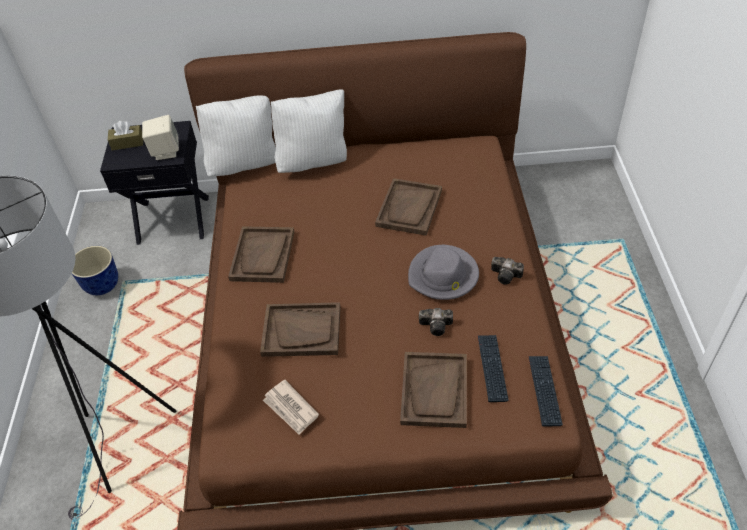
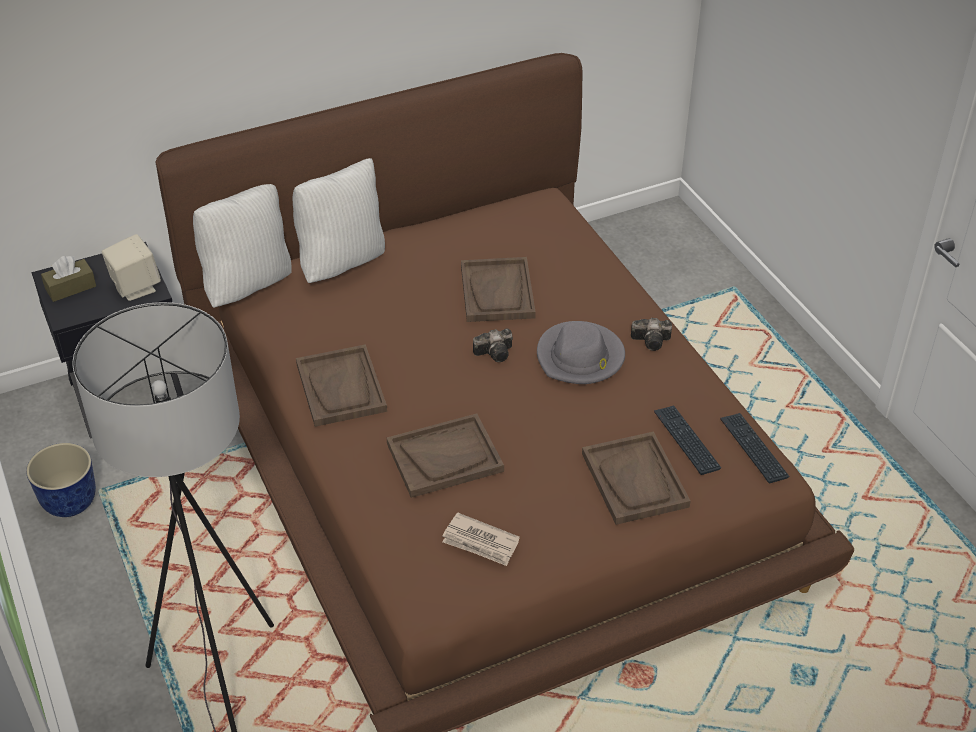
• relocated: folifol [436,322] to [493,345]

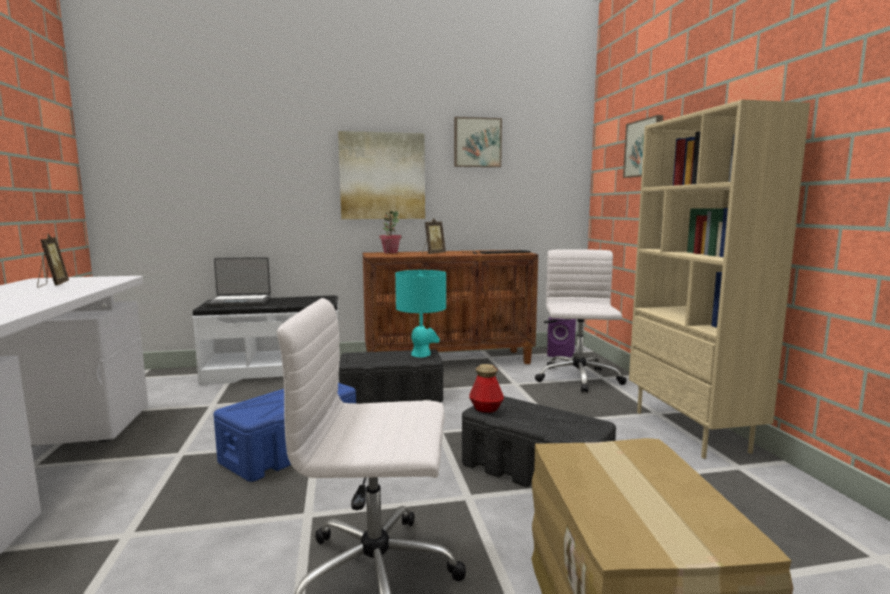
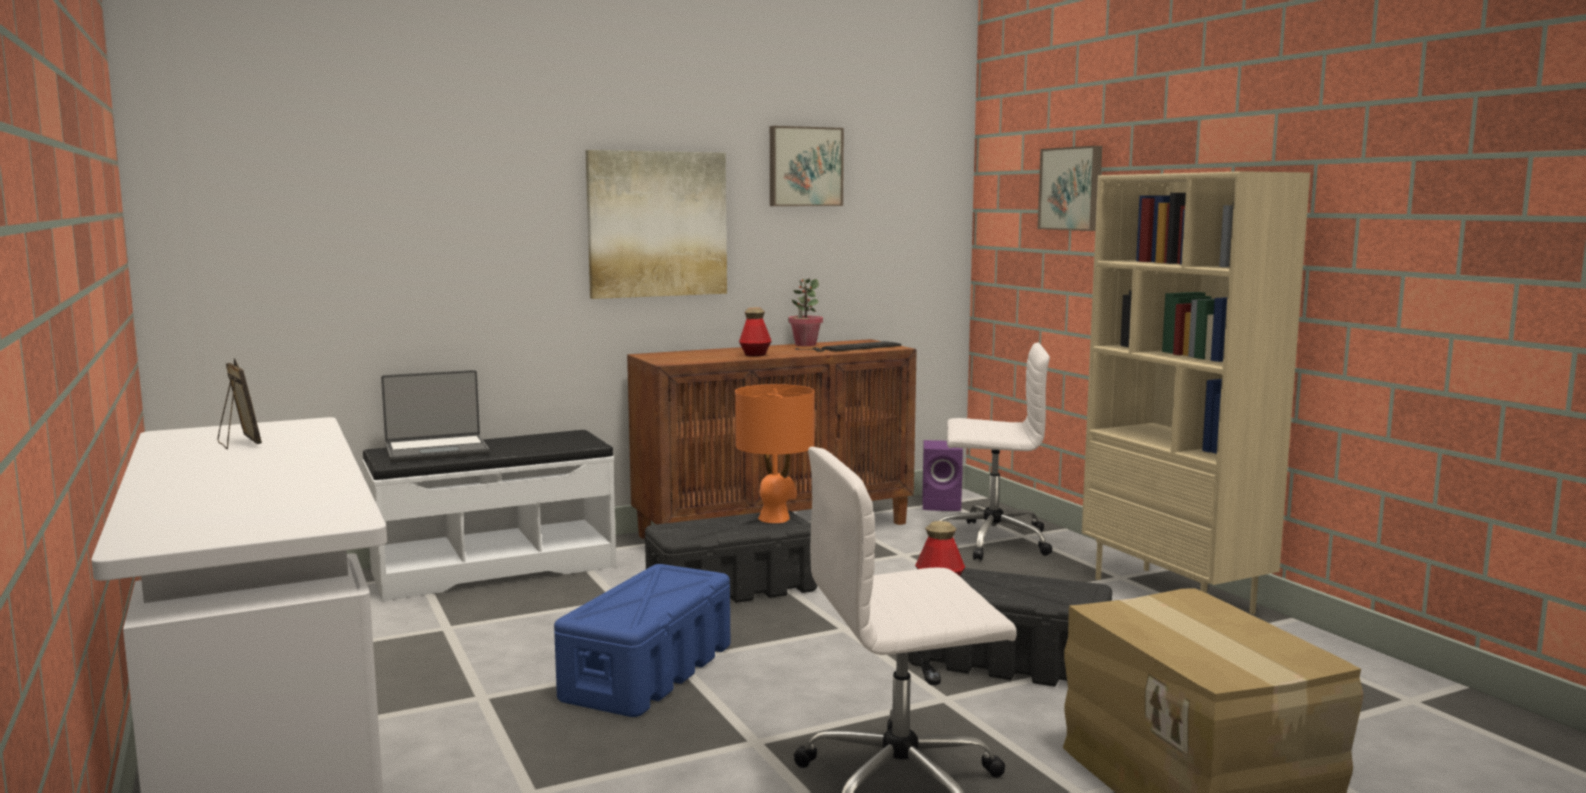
• colour: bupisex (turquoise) [420,313] to bupisex (orange) [775,453]
• exchanged: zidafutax [434,236] to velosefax [755,332]
• relocated: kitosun [390,232] to [805,312]
• spun: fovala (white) [581,321] = [996,452] 105 degrees clockwise

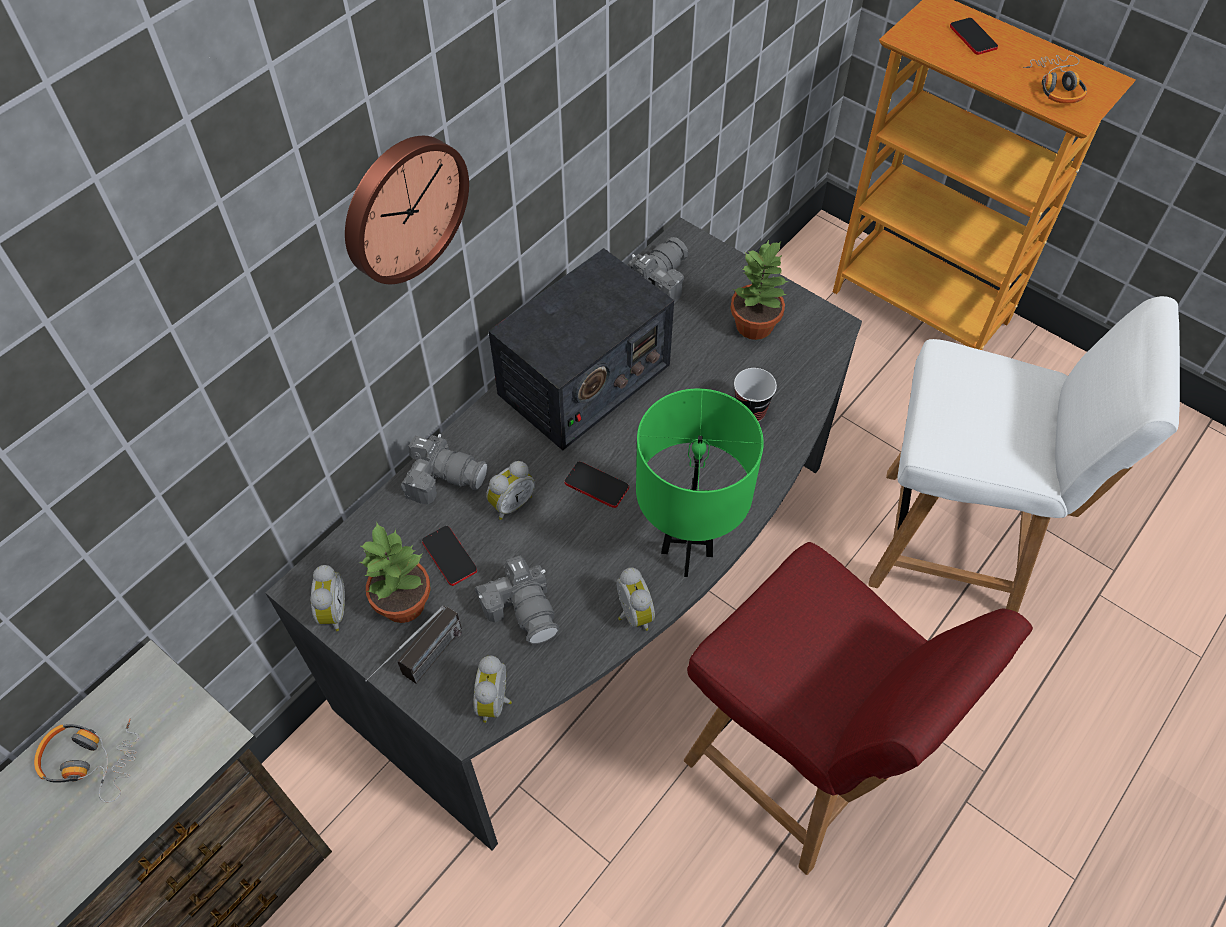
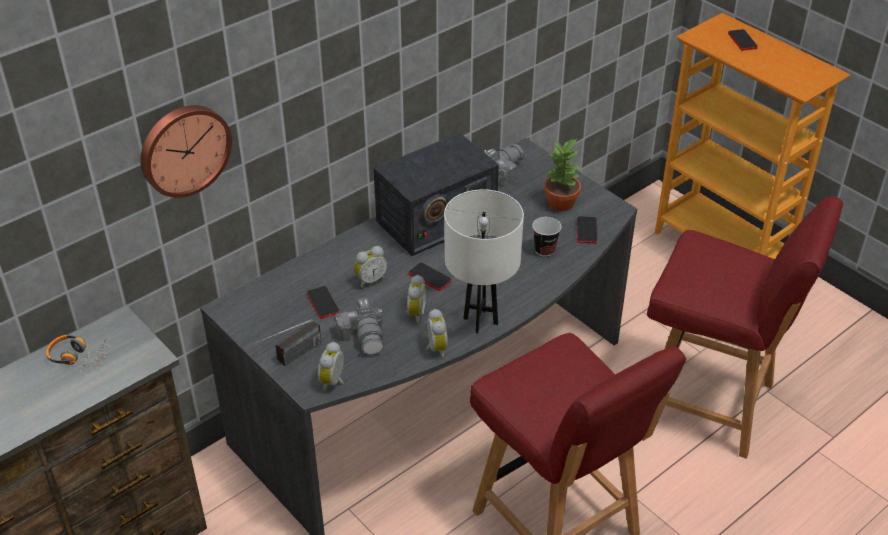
• relocated: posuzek [407,210] to [186,151]
• relocated: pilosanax [327,598] to [415,299]
• colour: bupisex (green) [700,483] to bupisex (white) [484,261]
• appeared: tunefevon [587,230]
• colour: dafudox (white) [1024,454] to dafudox (red) [745,327]
• missing: kitosun [395,572]
• missing: folifol [444,469]
• missing: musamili [1055,79]

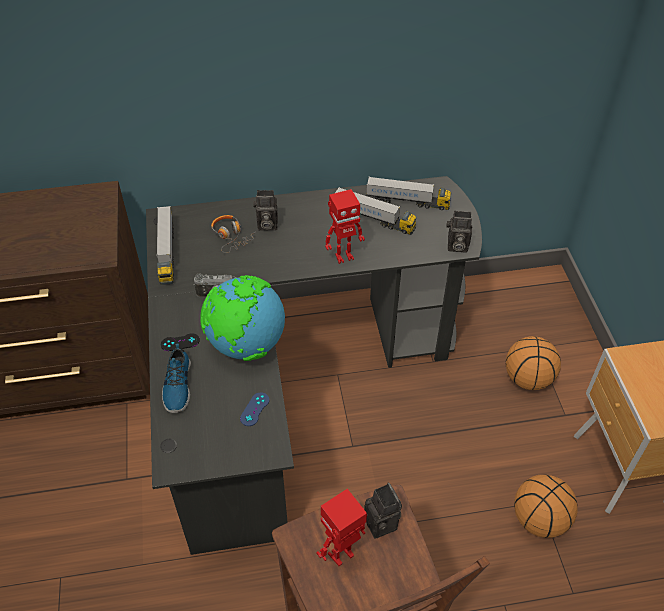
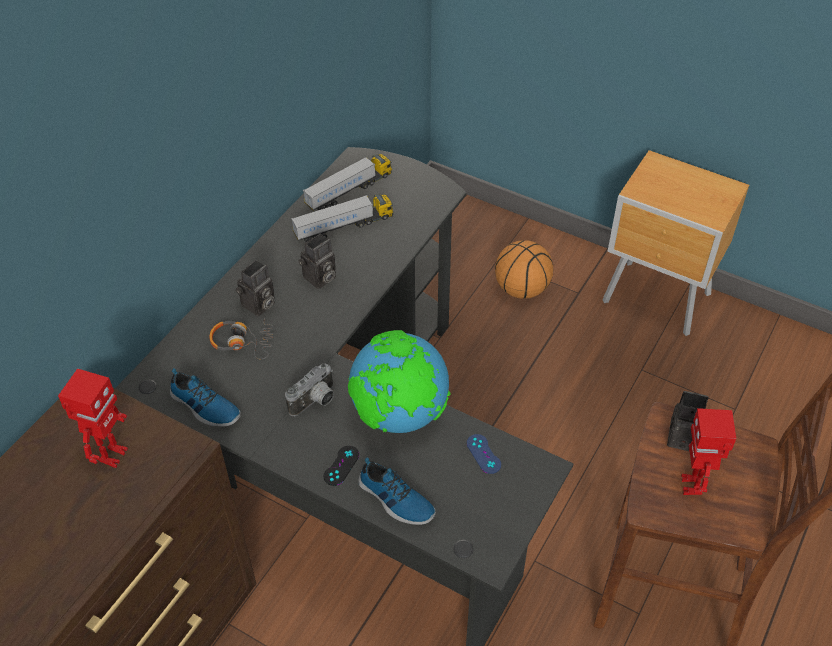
• relocated: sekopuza [345,226] to [93,418]
• exchanged: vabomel [165,245] to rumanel [205,397]
• relocated: folifol [459,232] to [317,261]
• missing: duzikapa [546,506]

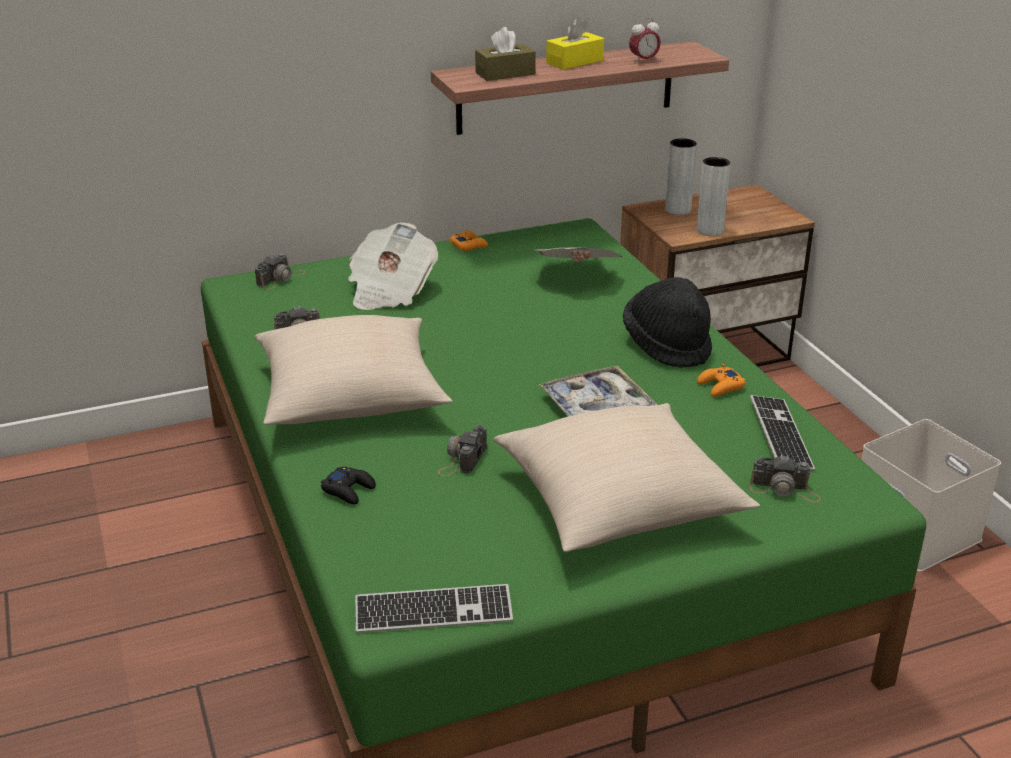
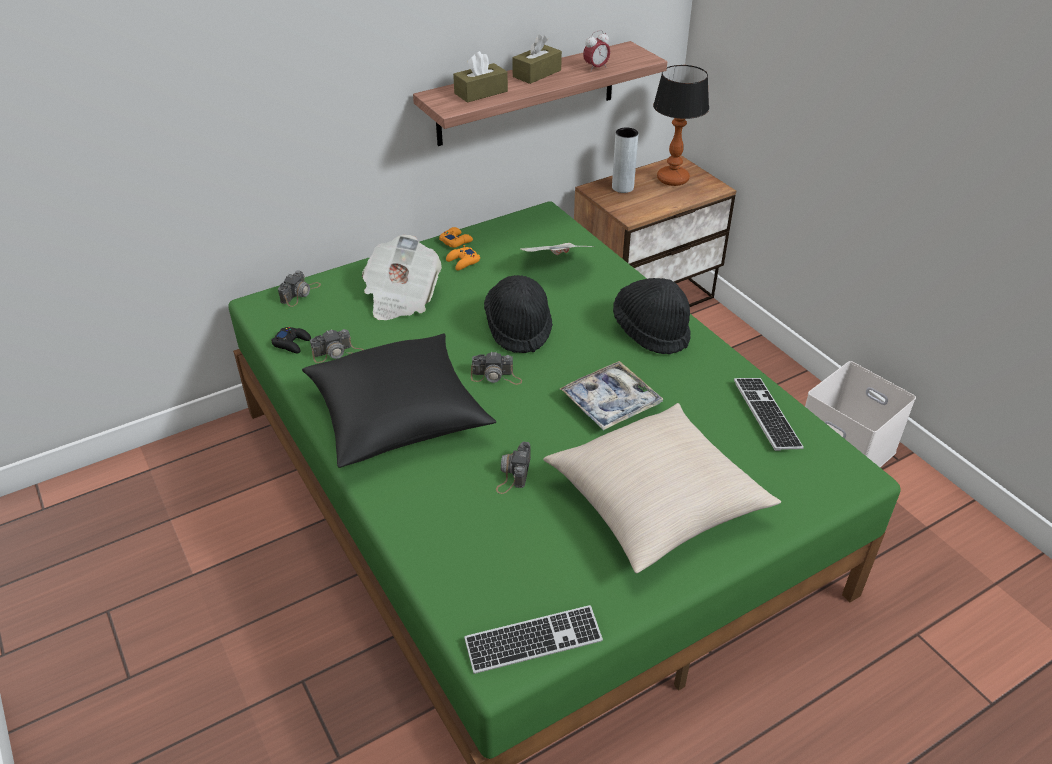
• relocated: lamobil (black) [348,485] to [291,340]
• colour: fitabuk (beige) [353,370] to fitabuk (black) [399,401]
• relocated: lamobil (orange) [721,380] to [463,258]
• relocated: folifol [785,478] to [496,368]
• appeared: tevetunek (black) [518,314]
• colour: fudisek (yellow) [575,43] to fudisek (brown) [537,59]
• appeared: bupisex [681,125]
• missing: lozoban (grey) [714,196]

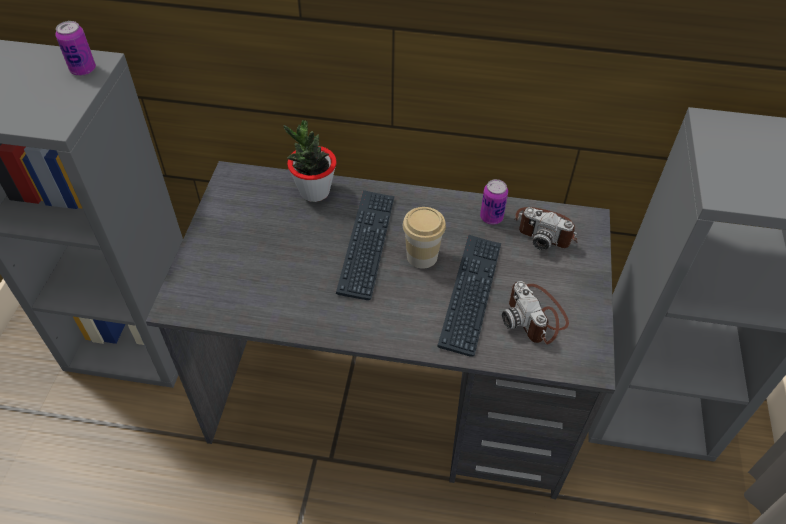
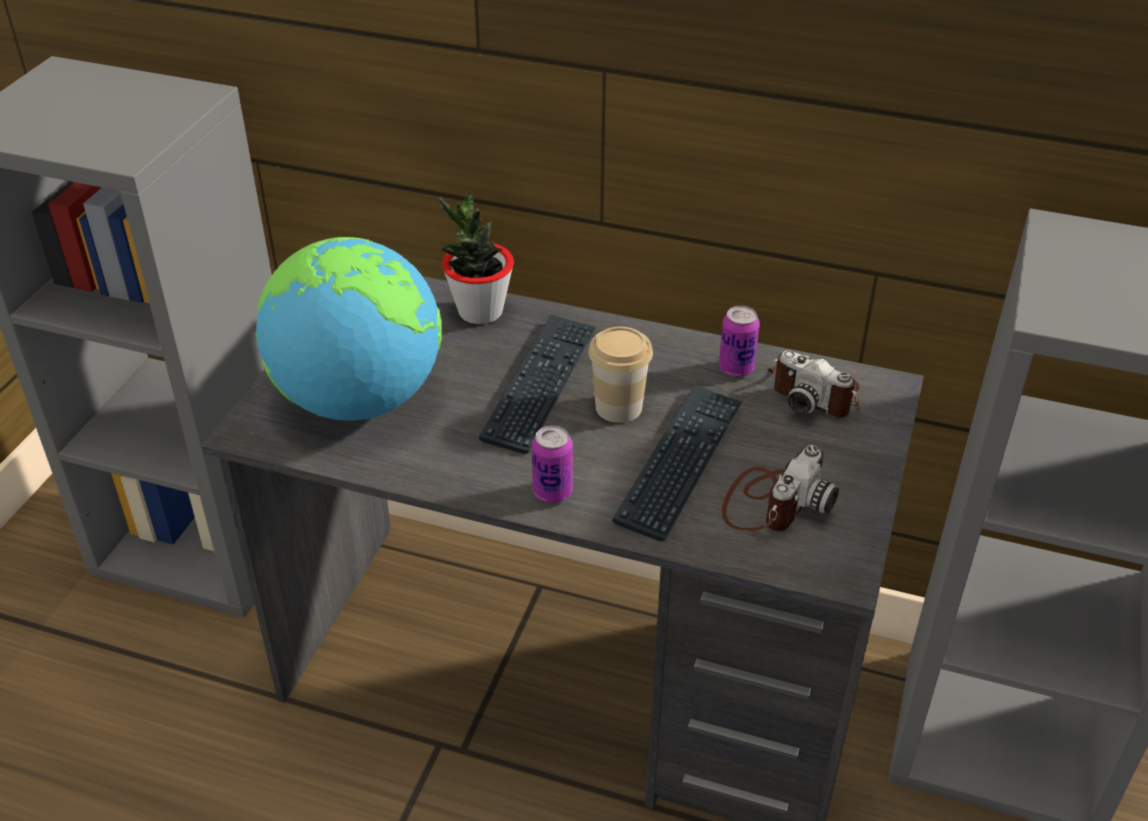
• appeared: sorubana [349,329]
• relocated: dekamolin [75,48] to [552,464]
• spun: folifol [535,313] = [780,488] 135 degrees counterclockwise

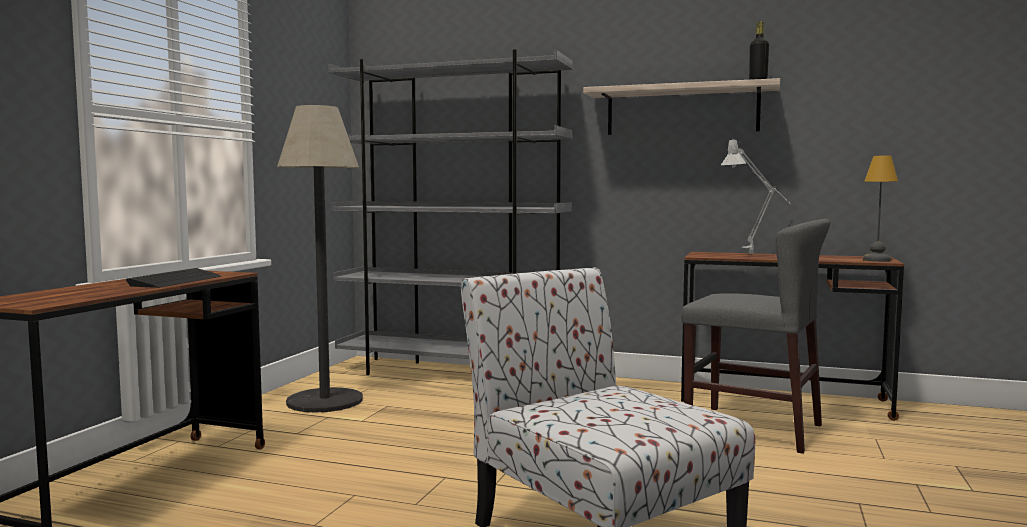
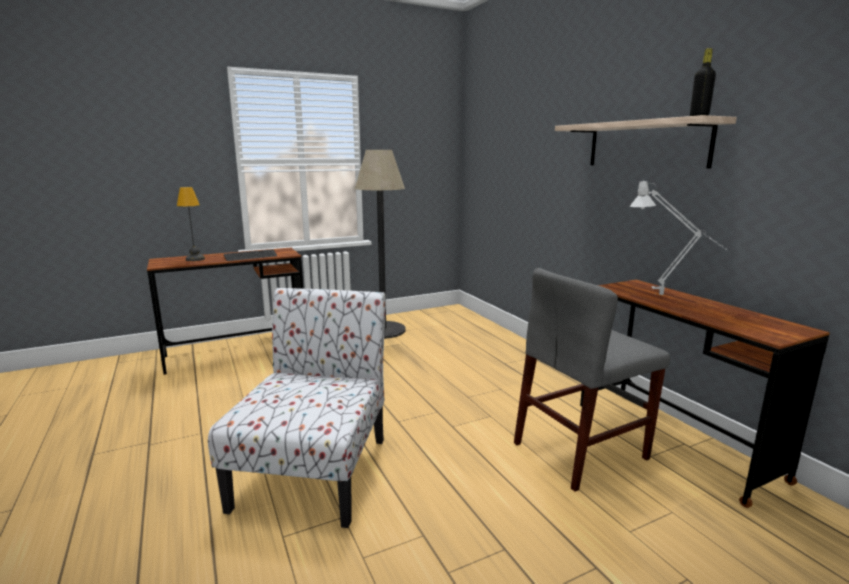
• relocated: bupisex [880,209] to [191,224]
• spun: dafudox (grey) [755,336] = [592,380] 75 degrees clockwise
• missing: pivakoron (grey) [450,212]

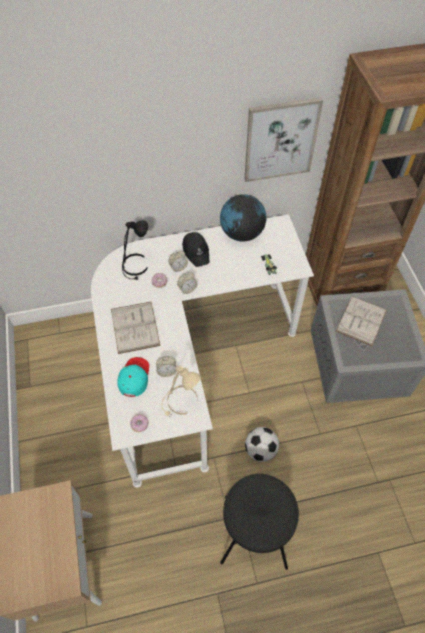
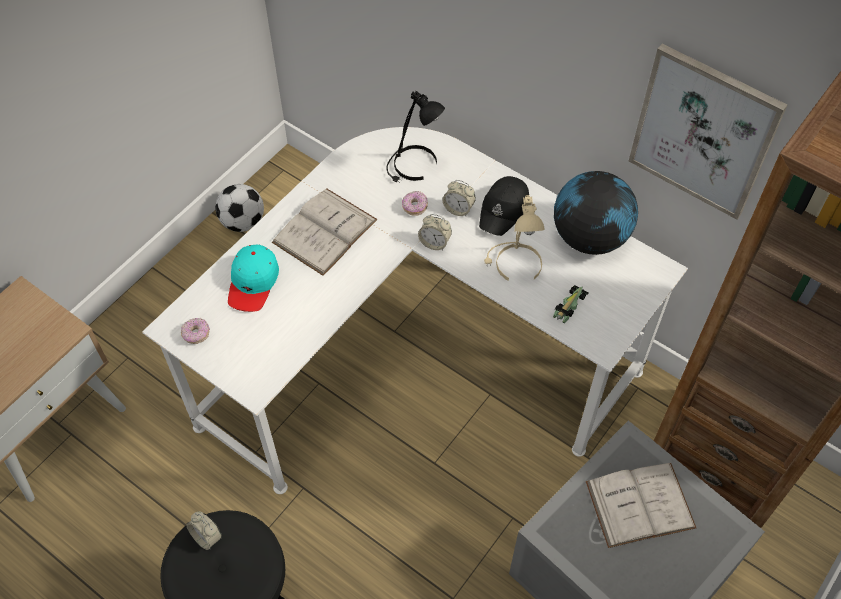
• relocated: pilosanax [166,366] to [204,530]
• relocated: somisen [262,444] to [239,208]
• spun: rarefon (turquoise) [133,377] = [253,278] 135 degrees clockwise
• relocated: bupisex (beige) [181,391] to [514,238]

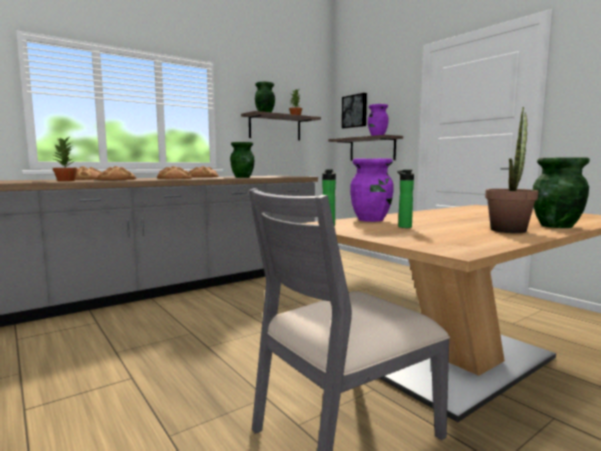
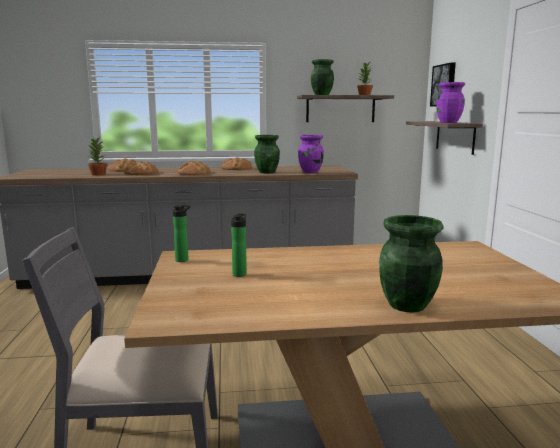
• relocated: lozoban (purple) [372,190] to [311,154]
• missing: kitosun [511,170]

